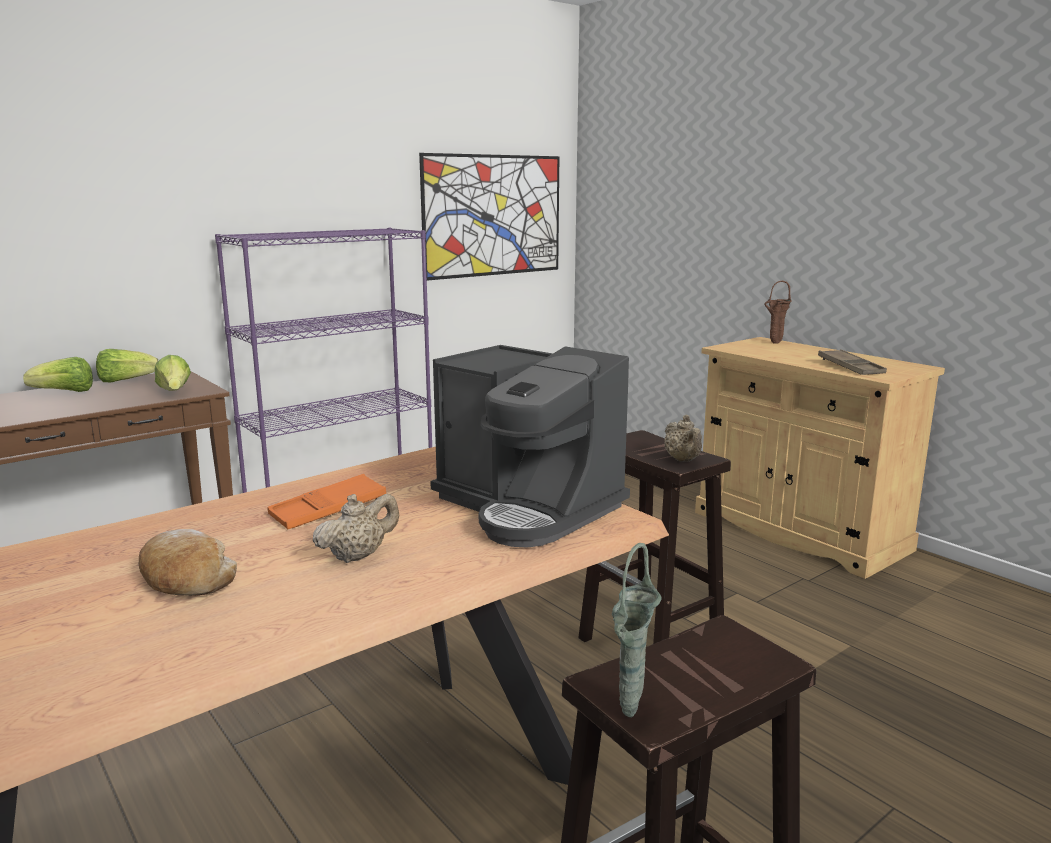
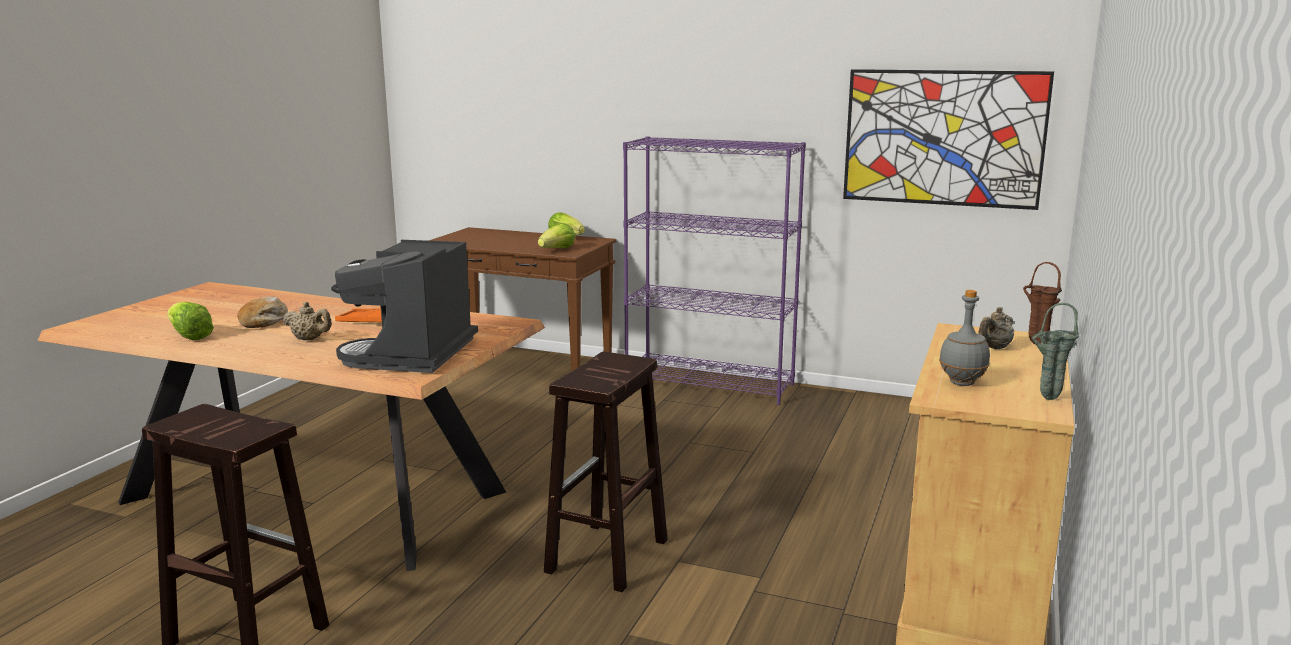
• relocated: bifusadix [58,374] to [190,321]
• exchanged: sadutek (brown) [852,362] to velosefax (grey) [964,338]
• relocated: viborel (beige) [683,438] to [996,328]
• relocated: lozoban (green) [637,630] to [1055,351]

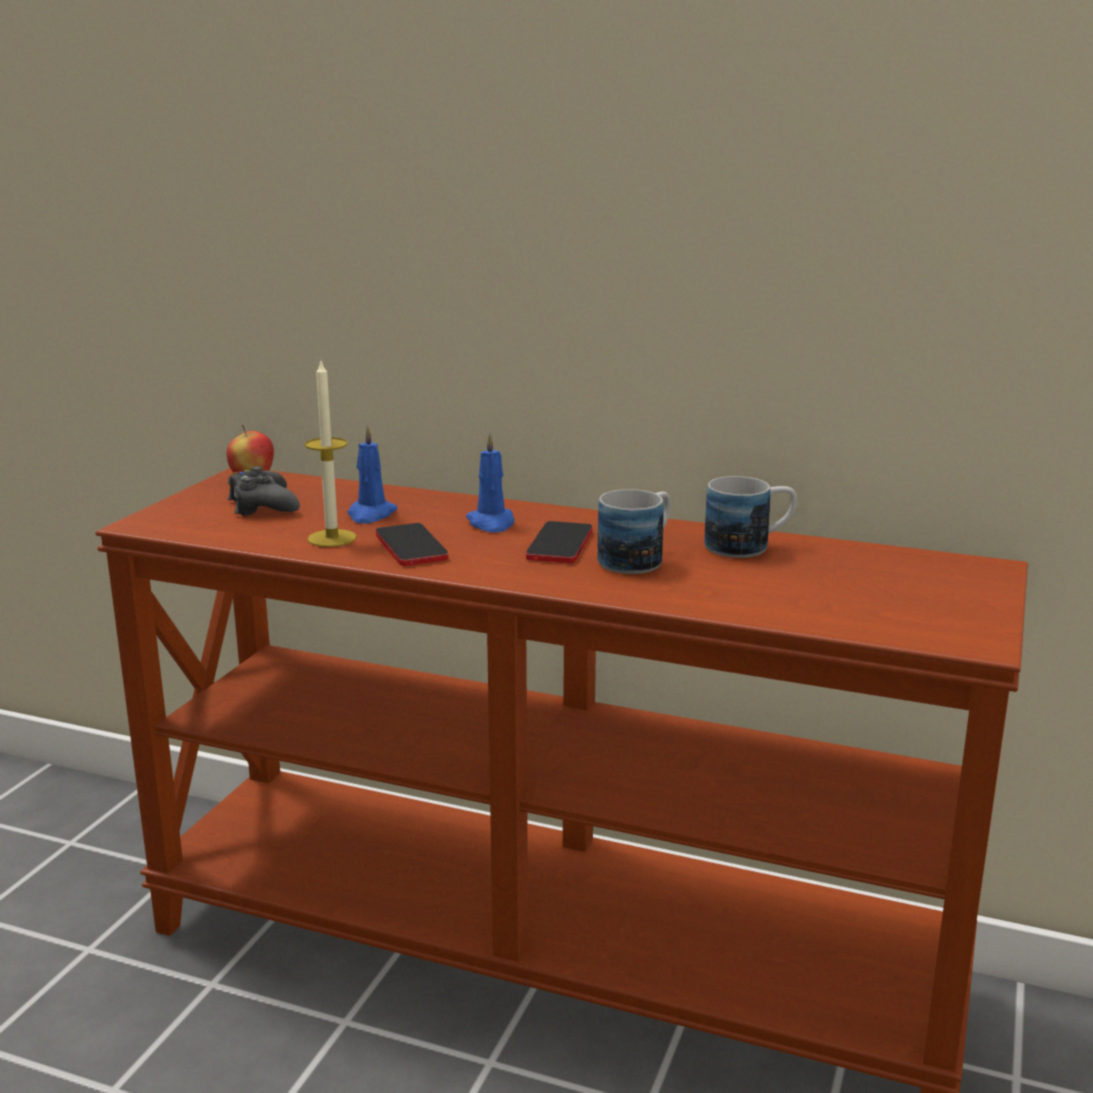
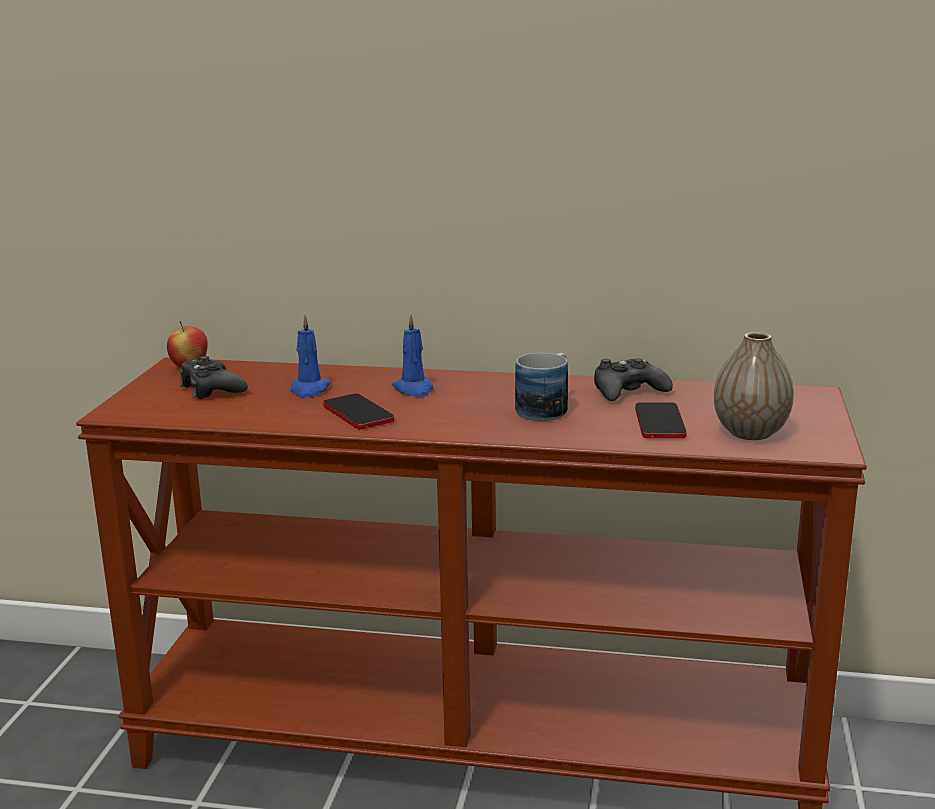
• exchanged: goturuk [750,517] to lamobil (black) [633,379]
• relocated: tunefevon [559,542] to [661,421]
• appeared: lozoban [754,386]
• missing: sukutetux [331,454]

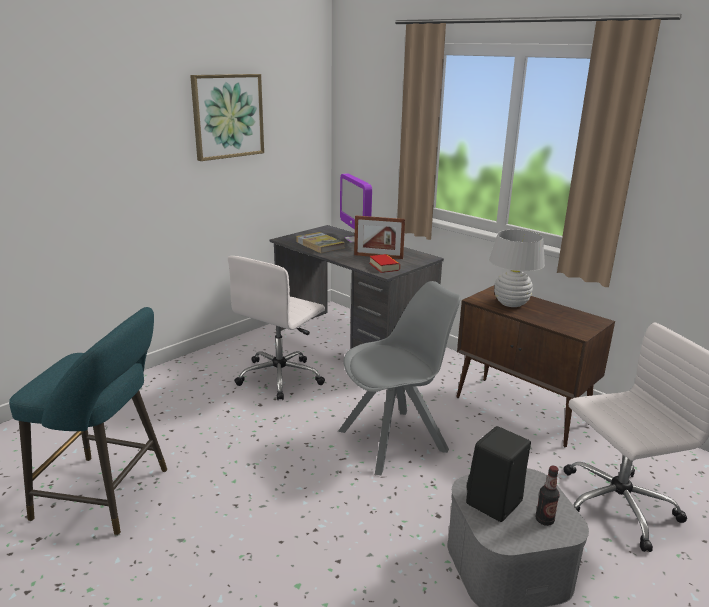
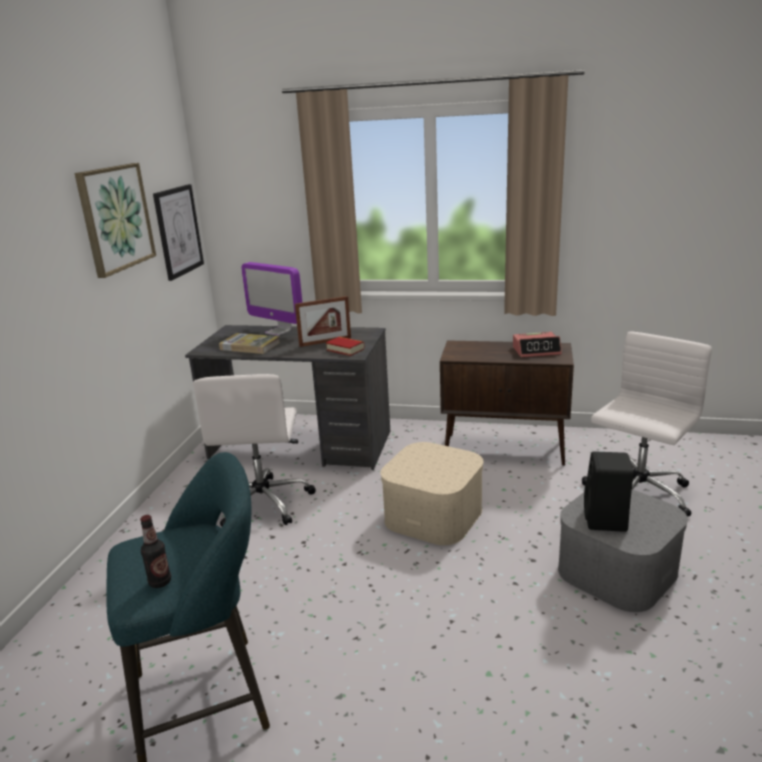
• relocated: velosefax [547,496] to [155,551]
• appeared: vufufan [178,232]
• exchanged: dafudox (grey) [399,378] to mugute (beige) [431,493]
• appeared: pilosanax [537,344]
• missing: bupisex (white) [517,268]

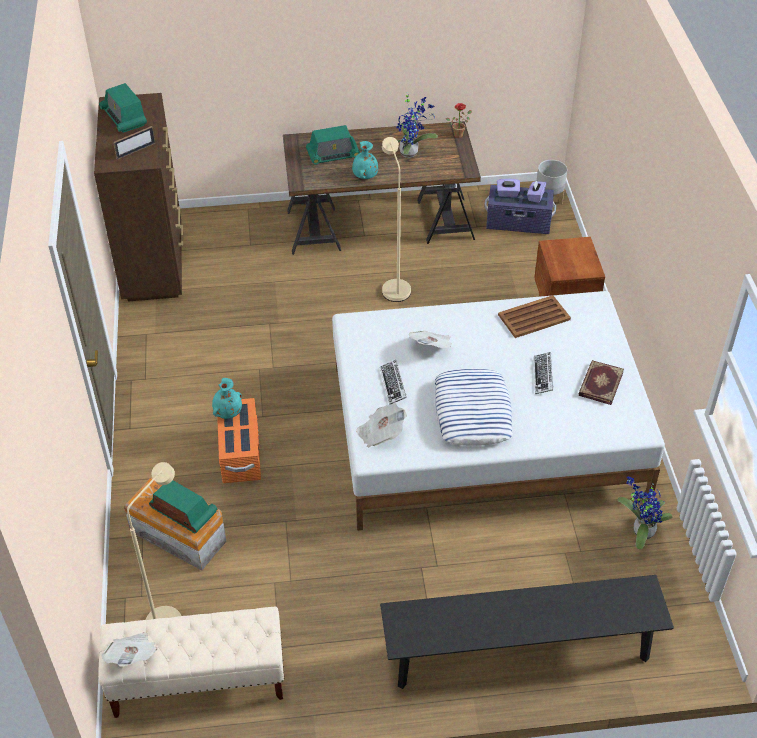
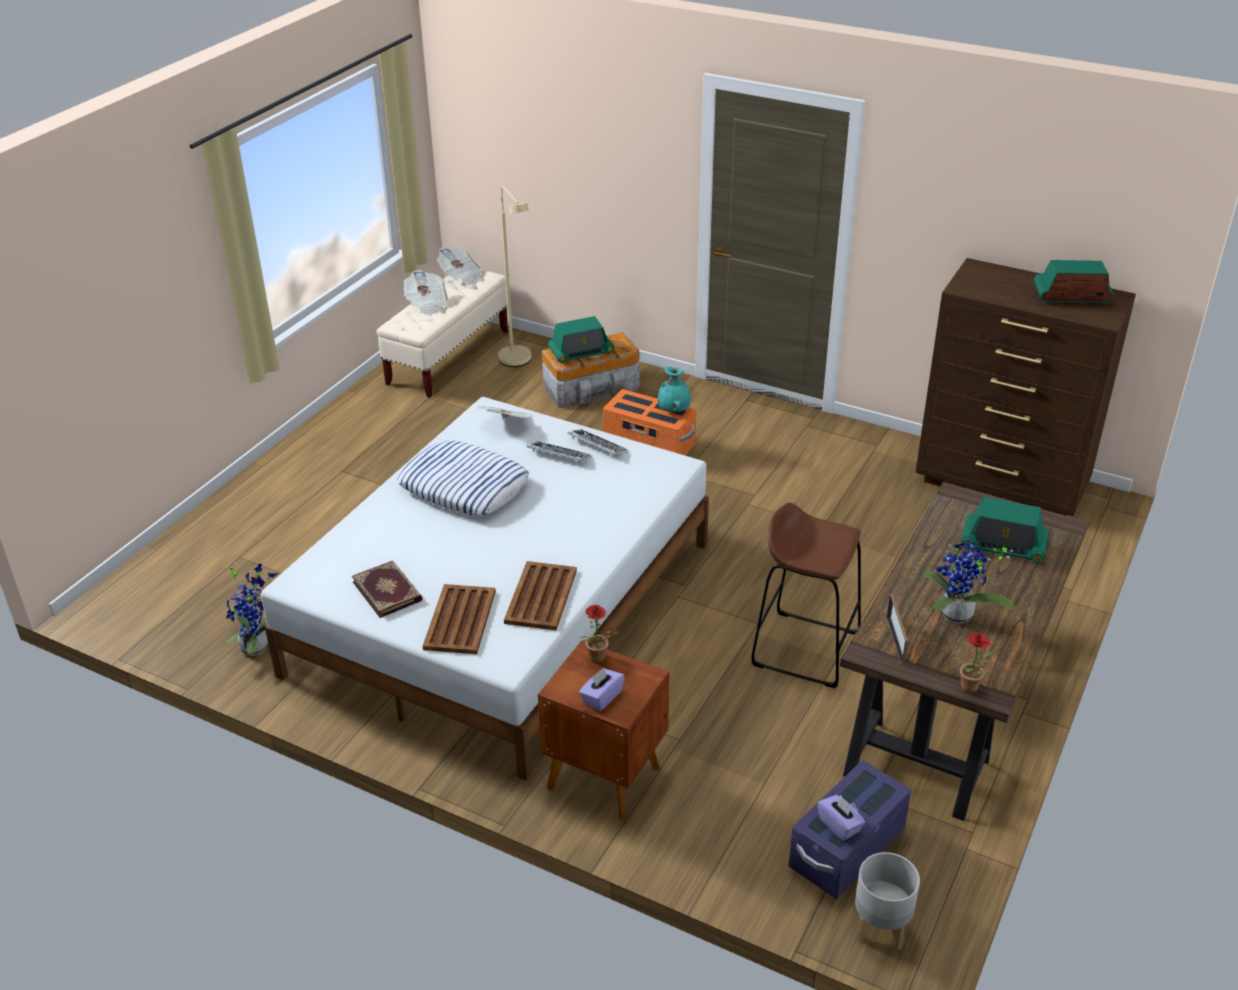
• relocated: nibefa [430,339] to [426,293]
• appeared: sadutek (brown) [459,619]
• relocated: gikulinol [543,373] to [598,442]
• relocated: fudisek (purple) [508,188] to [602,689]
• appeared: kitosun [600,634]
• exchanged: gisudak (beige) [396,219] to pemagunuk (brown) [806,595]
• relocated: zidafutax [134,143] to [897,629]
• spun: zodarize [333,145] = [1004,529] 90 degrees counterclockwise
• missing: lozoban (turquoise) [365,160]
• missing: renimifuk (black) [527,632]

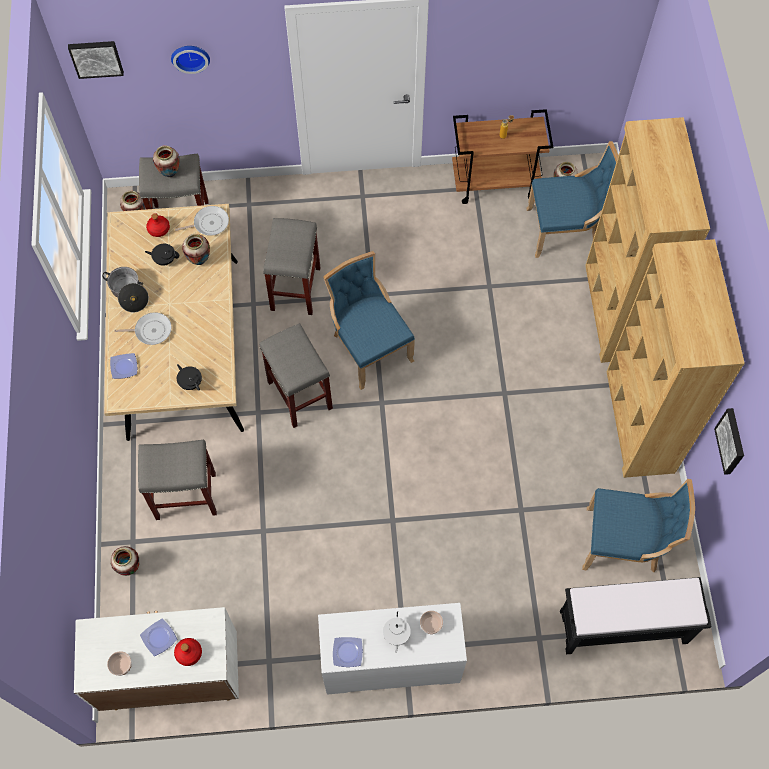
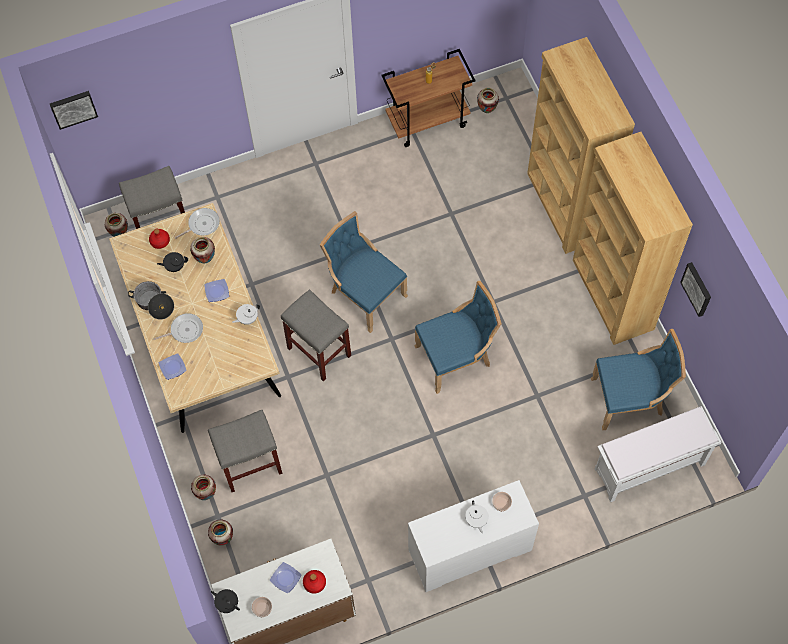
• relocated: lozoban [166,161] to [203,487]
• relocated: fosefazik [348,652] to [216,290]
• relocated: viborel (black) [189,377] to [225,601]
• appeared: viborel (white) [246,314]
• relocated: dafudox (blue) [572,199] to [458,337]
• colour: renimifuk (black) [636,615] to renimifuk (white) [658,454]
• missing: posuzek [190,60]
• missing: pemagunuk (grey) [292,266]

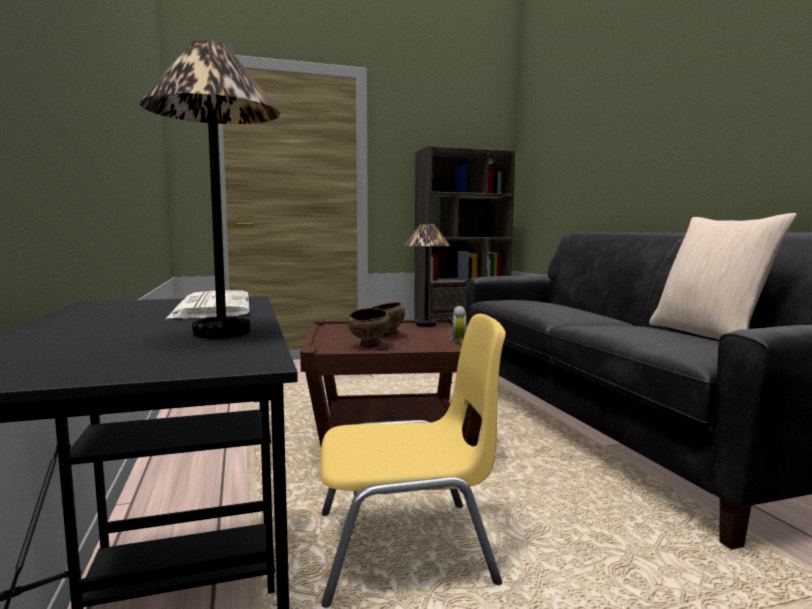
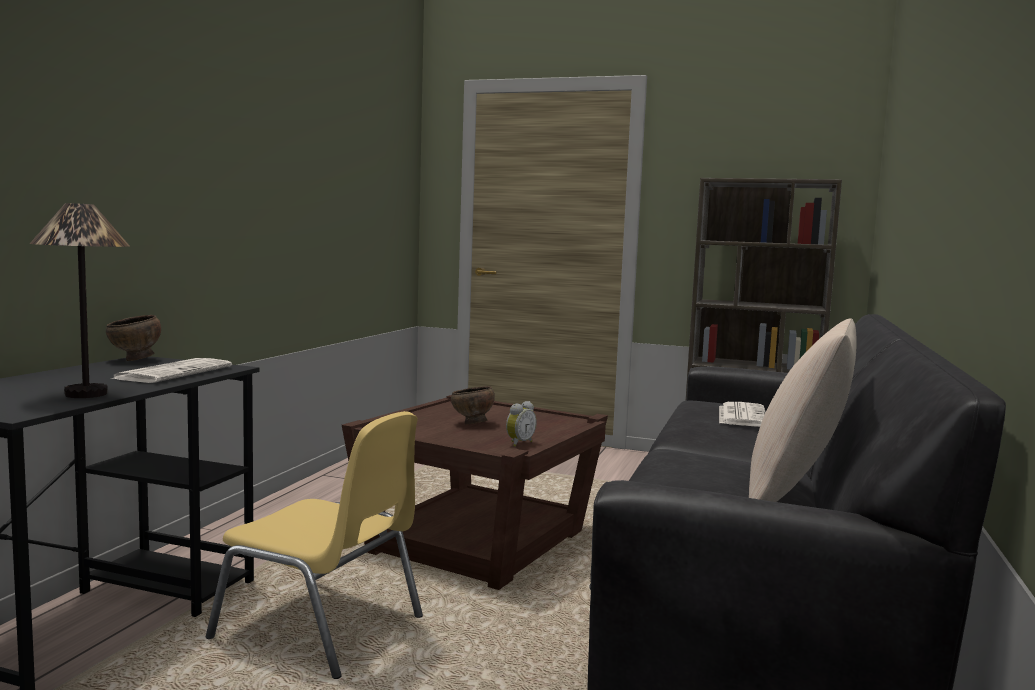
• relocated: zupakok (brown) [369,328] to [133,338]
• appeared: nibefa [742,414]
• missing: bupisex [427,275]

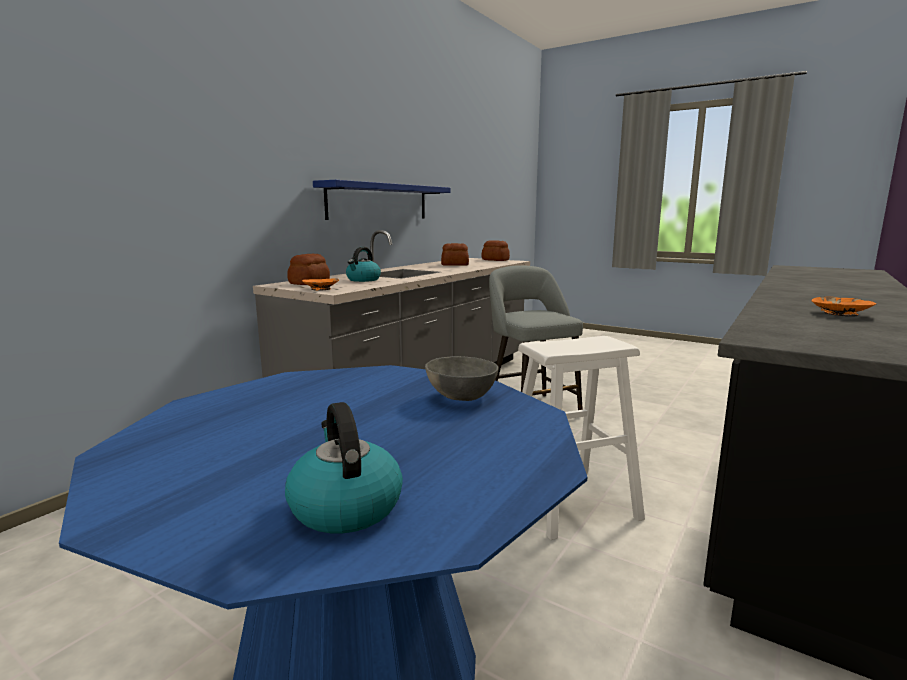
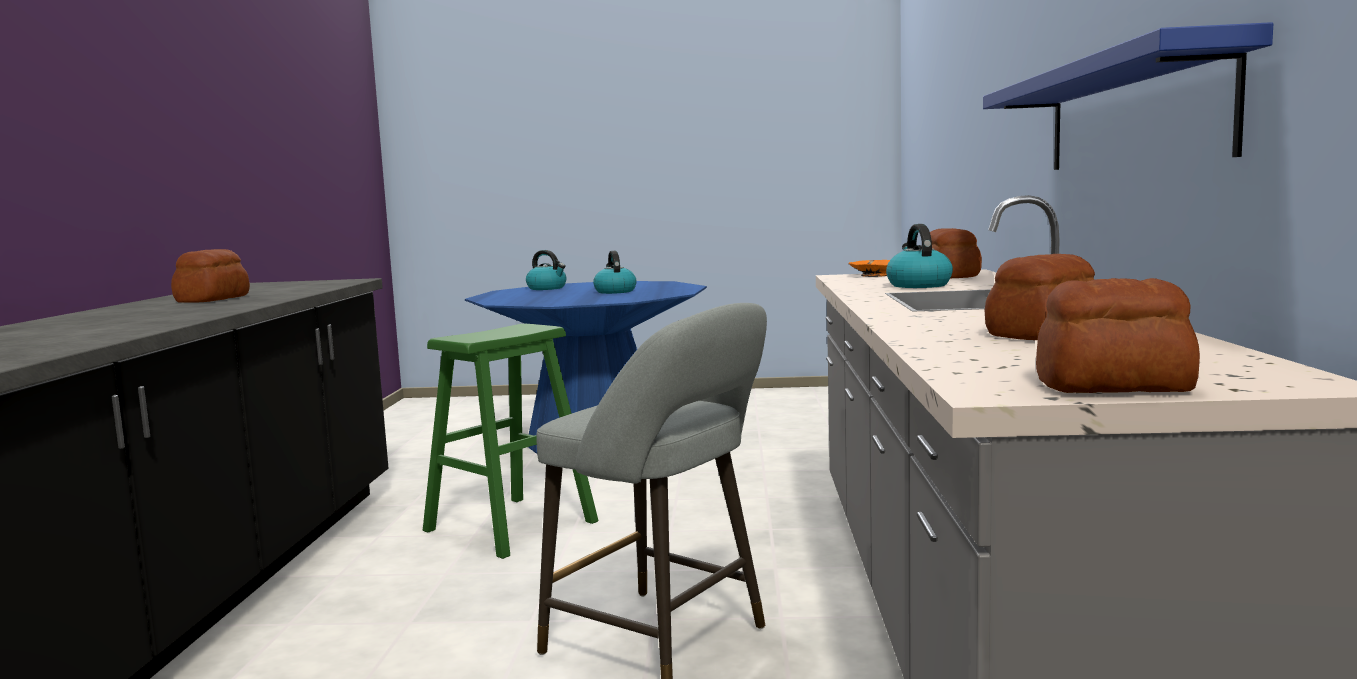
• exchanged: zupakok (orange) [843,306] to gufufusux [210,276]
• colour: pemagunuk (white) [581,438] to pemagunuk (green) [511,441]
• appeared: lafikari [615,272]
• missing: zupakok (grey) [461,378]

